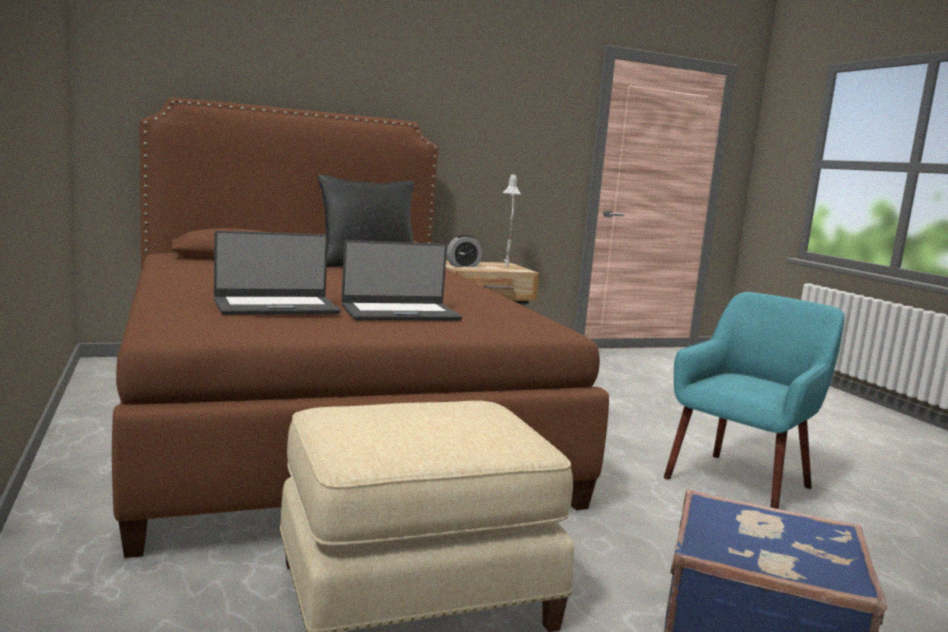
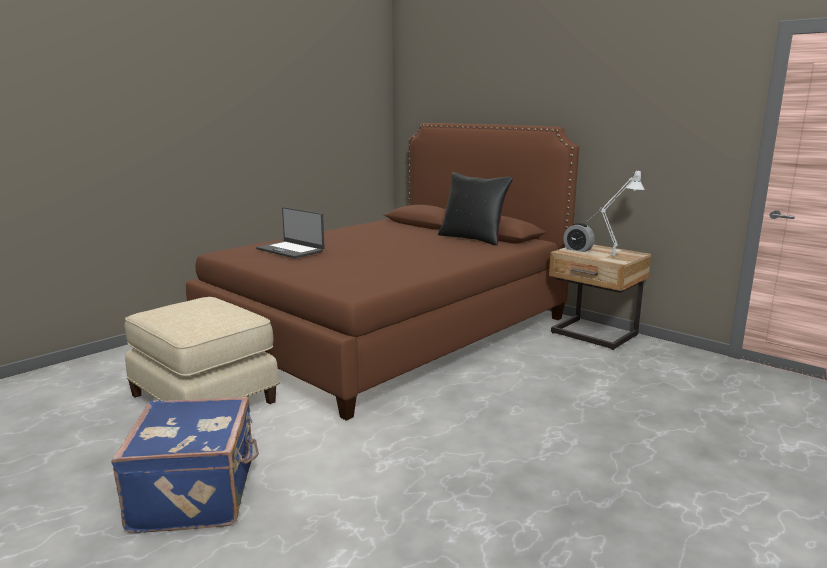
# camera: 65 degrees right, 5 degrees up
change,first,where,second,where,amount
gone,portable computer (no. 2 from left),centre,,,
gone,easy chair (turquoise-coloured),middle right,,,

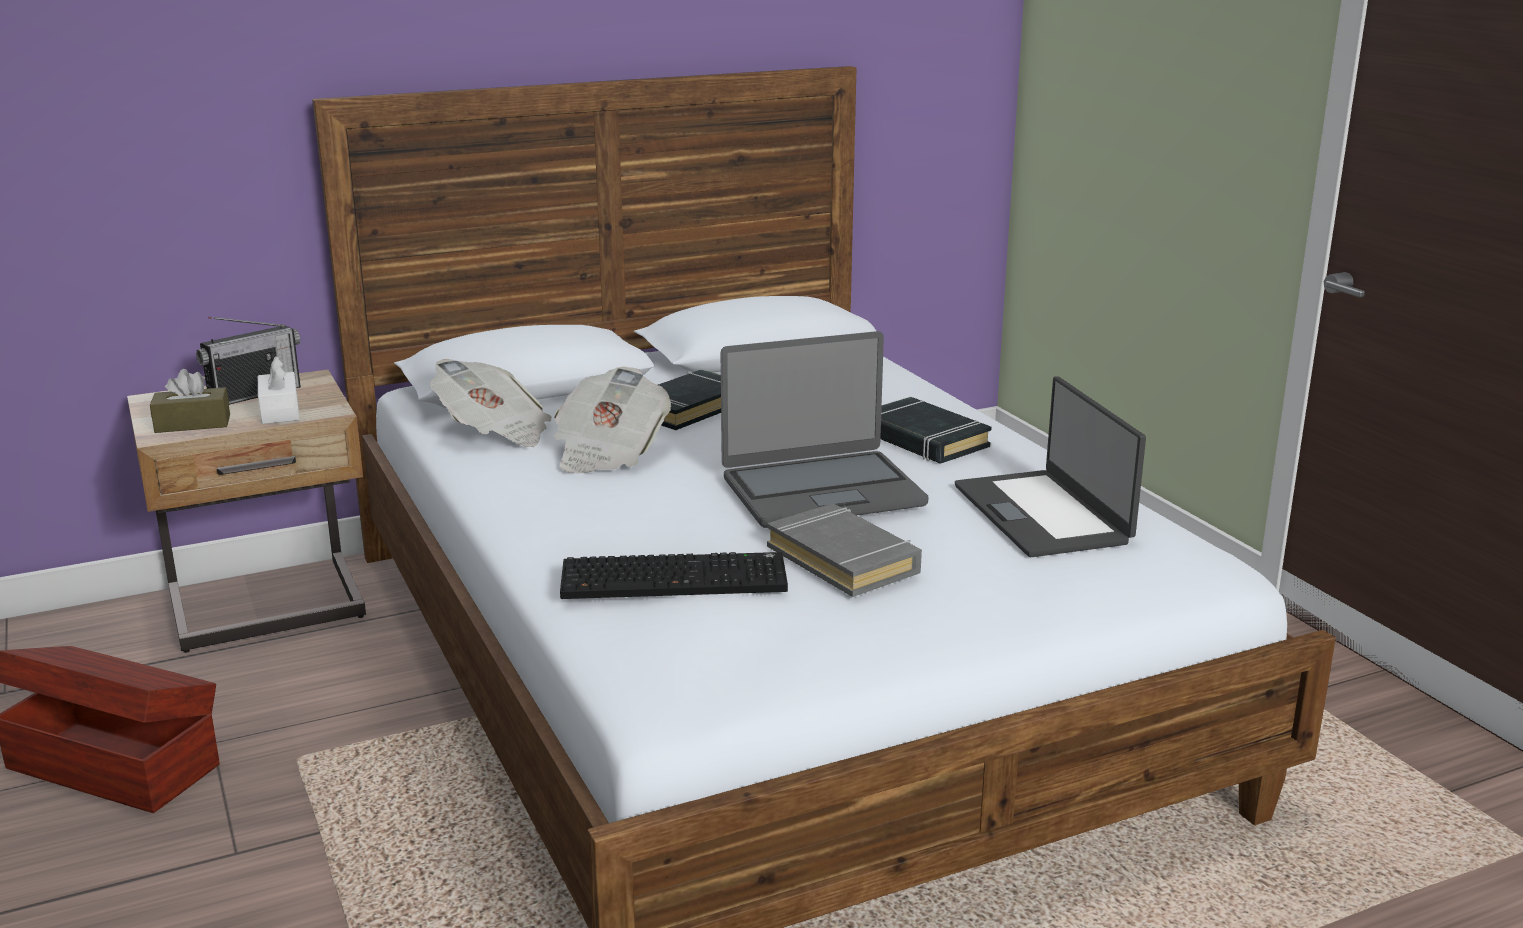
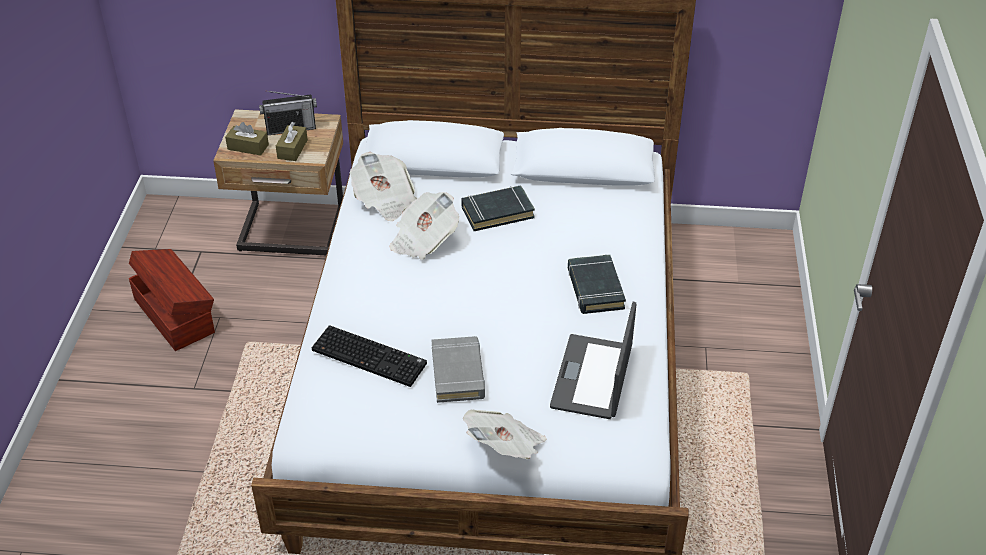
# camera: 30 degrees right, 20 degrees up
change,first,where,second,where,amount
repainted,box of tissues (whitish),middle left,box of tissues (brown) (no. 2 from left),top left,
gone,portable computer (no. 1 from left),centre,,,
new,,,printed paper (no. 3 from left),bottom centre,

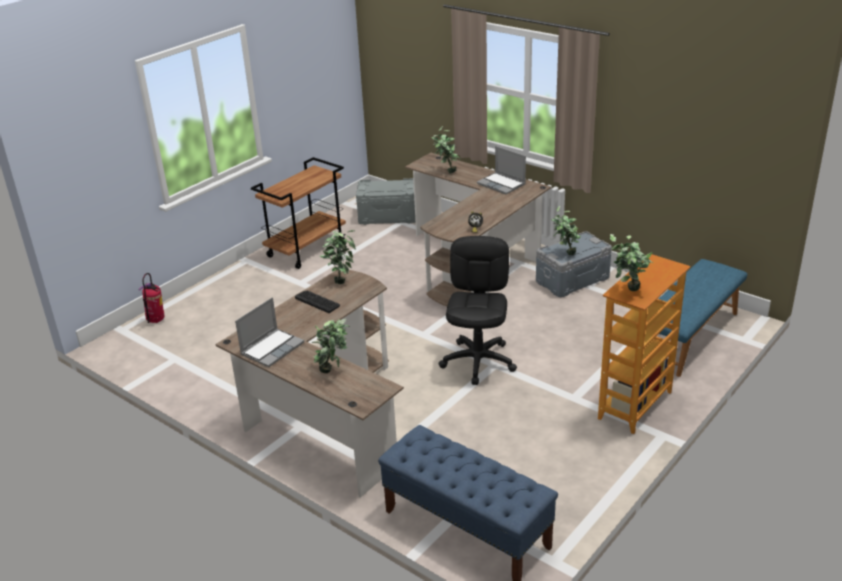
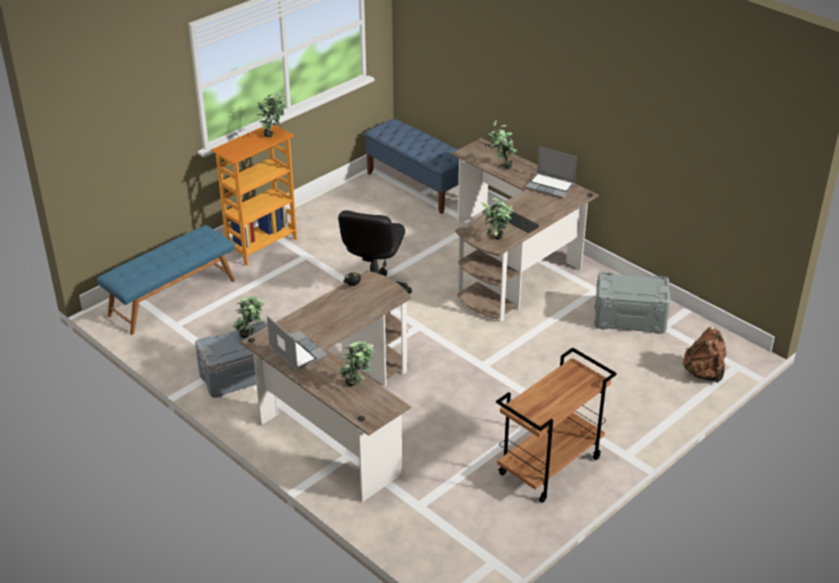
# camera: 175 degrees left, 5 degrees up
change,first,where,second,where,amount
swapped,extinguisher,middle left,backpack (brown),middle right,
rotated,portable computer (no. 1 from left in the first image),middle left,portable computer (no. 2 from left),top centre,105 degrees counterclockwise
shifted,storage box (greyish) (no. 1 from left in the first image),centre,storage box (greyish) (no. 2 from left),middle right,

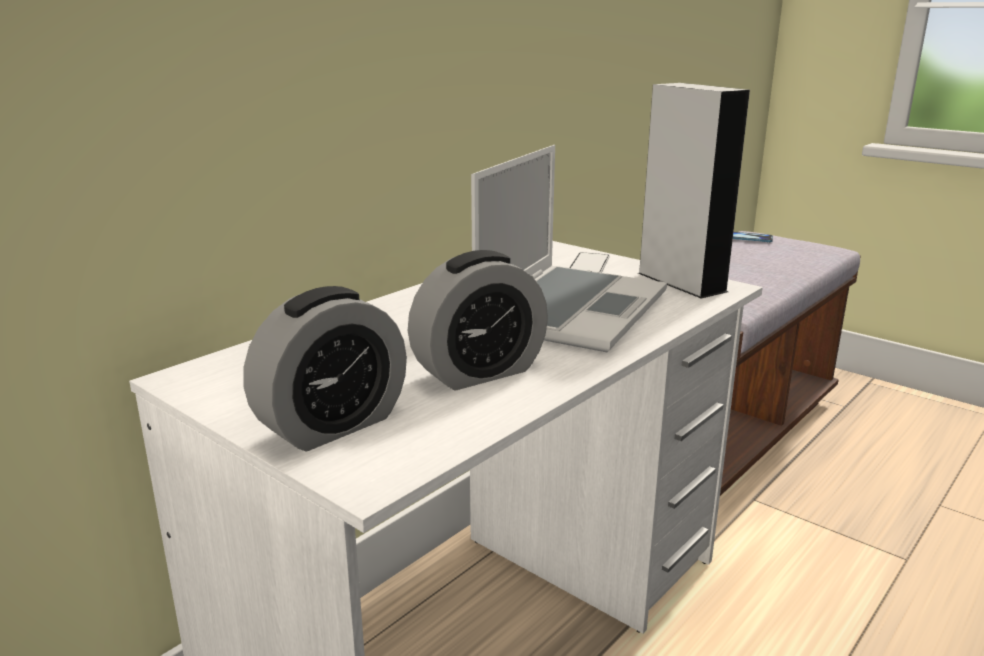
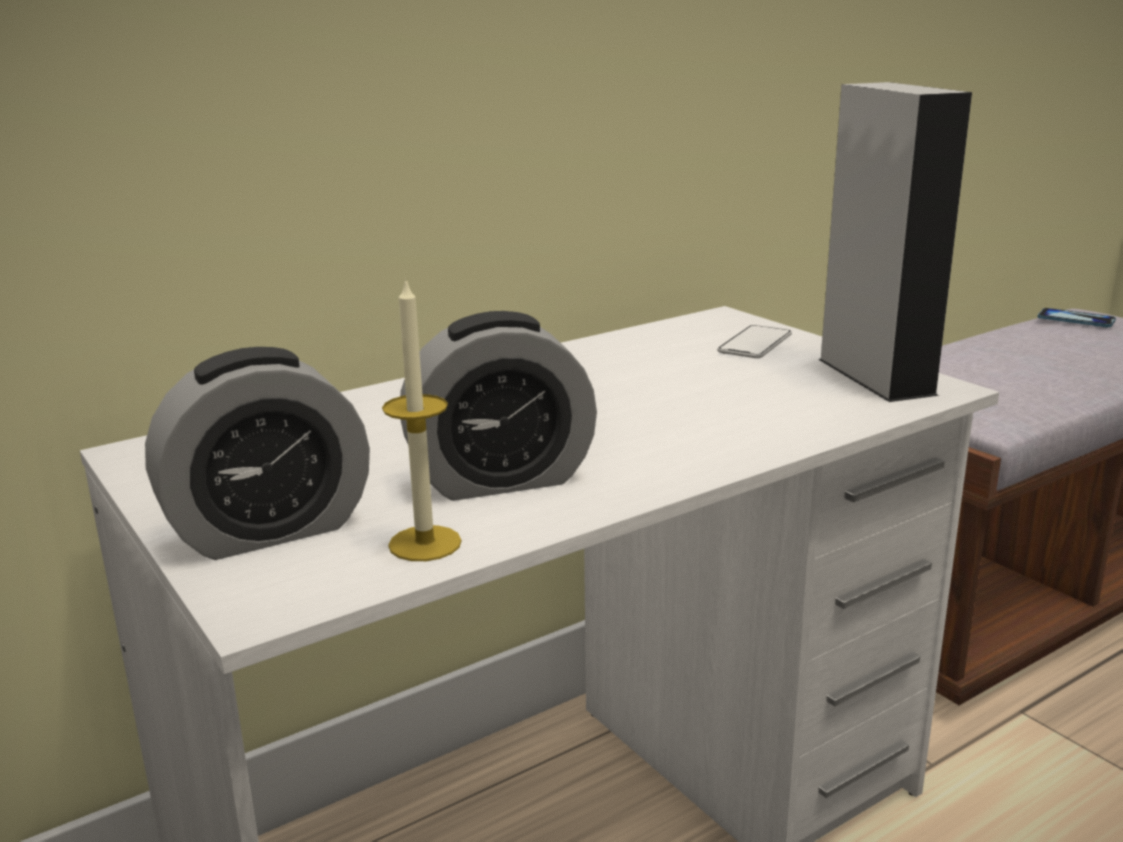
# camera: 15 degrees right, 0 degrees up
change,first,where,second,where,amount
gone,portable computer,centre,,,
new,,,wax candle,centre,

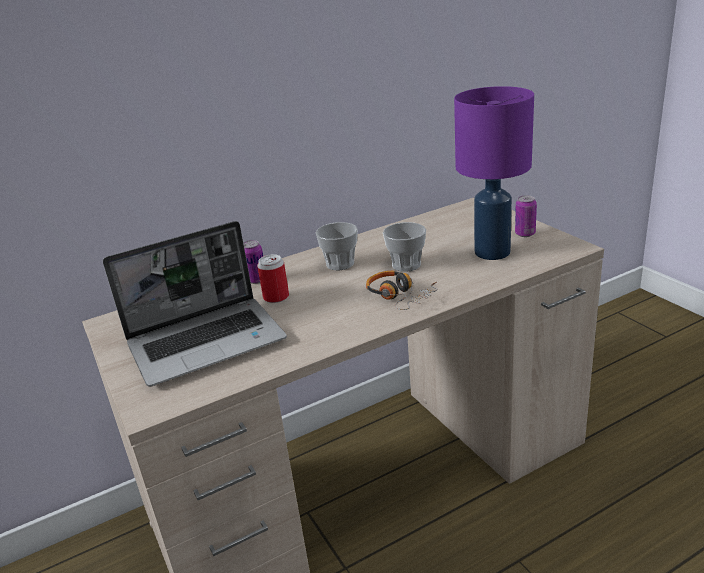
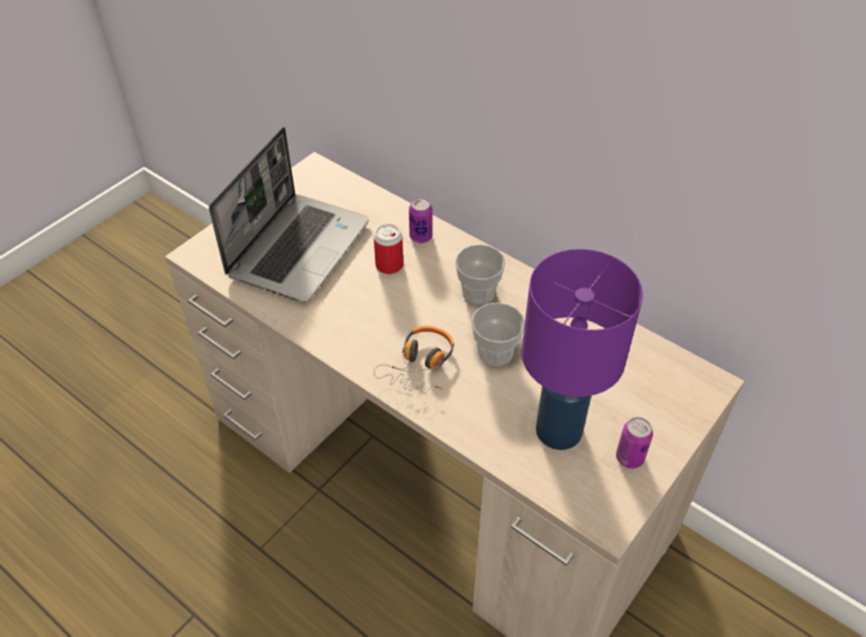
# camera: 65 degrees right, 20 degrees up
change,first,where,second,where,amount
rotated,portable computer,middle left,,centre,105 degrees counterclockwise

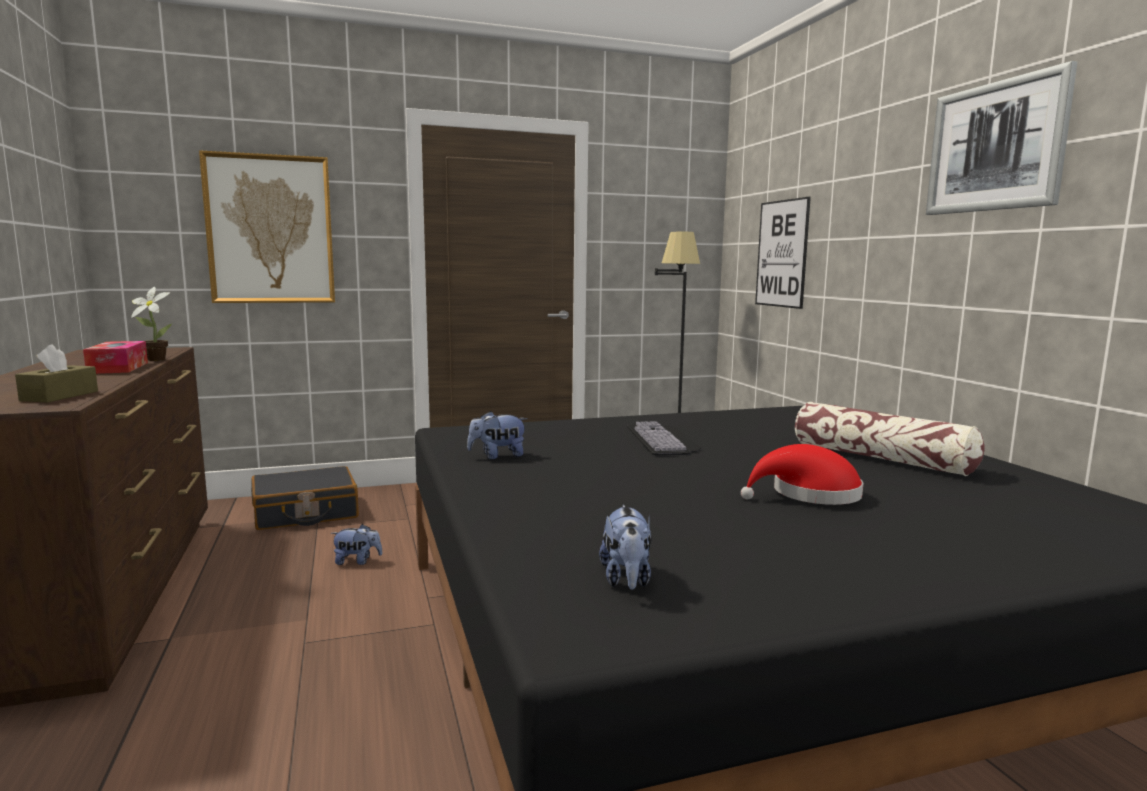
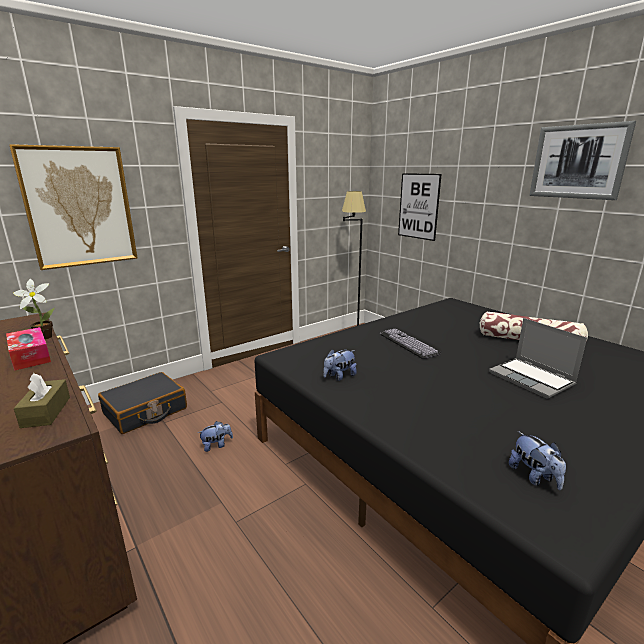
# camera: 20 degrees left, 10 degrees up
change,first,where,second,where,amount
swapped,clothing hat (red),middle right,portable computer,middle right,

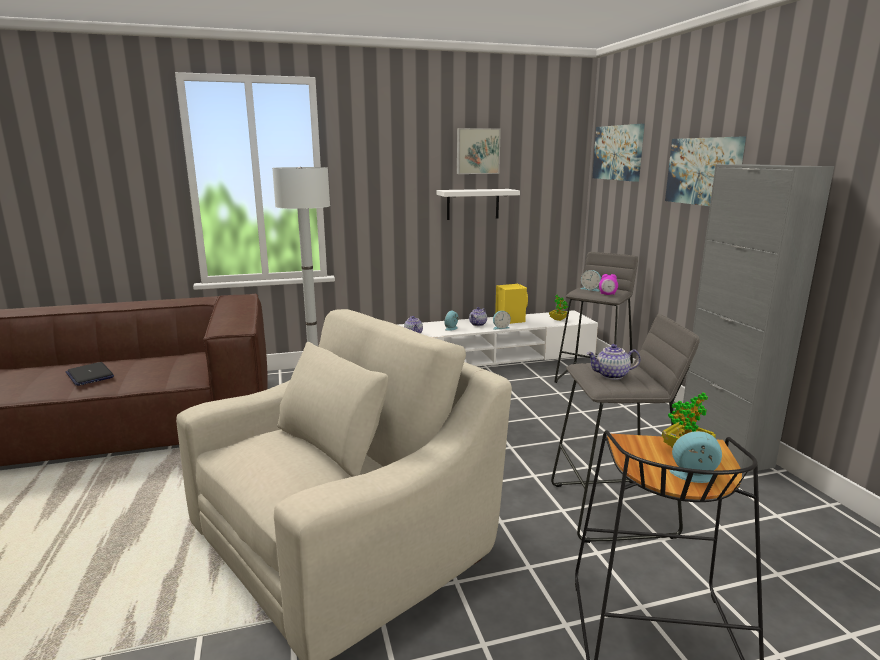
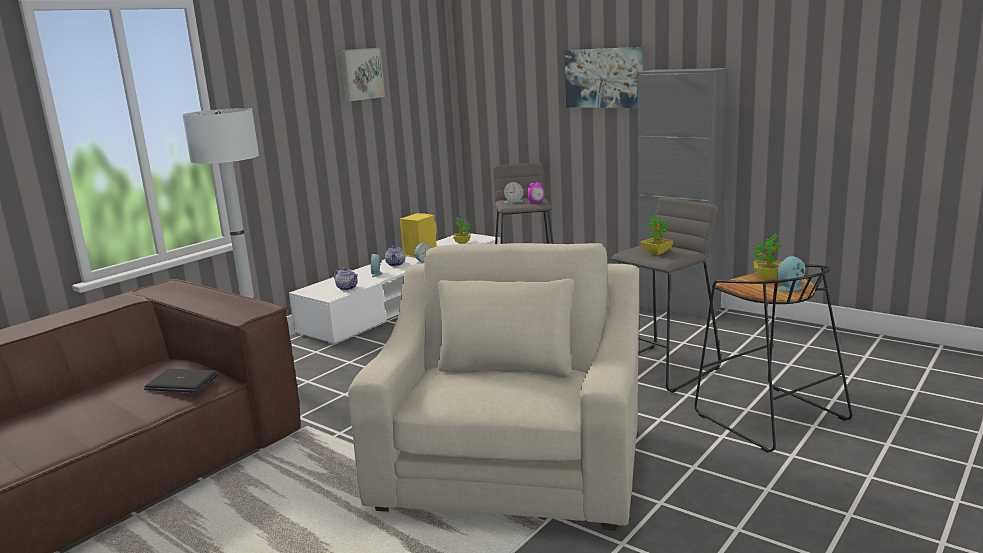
# camera: 35 degrees left, 0 degrees up
change,first,where,second,where,amount
shifted,portable computer,middle left,,bottom left,
gone,shelf (whitish),top centre,,,
swapped,pot for tea (no. 3 from left),middle right,potted plant (no. 2 from left),middle right,
gone,picture (no. 2 from left),top right,,,

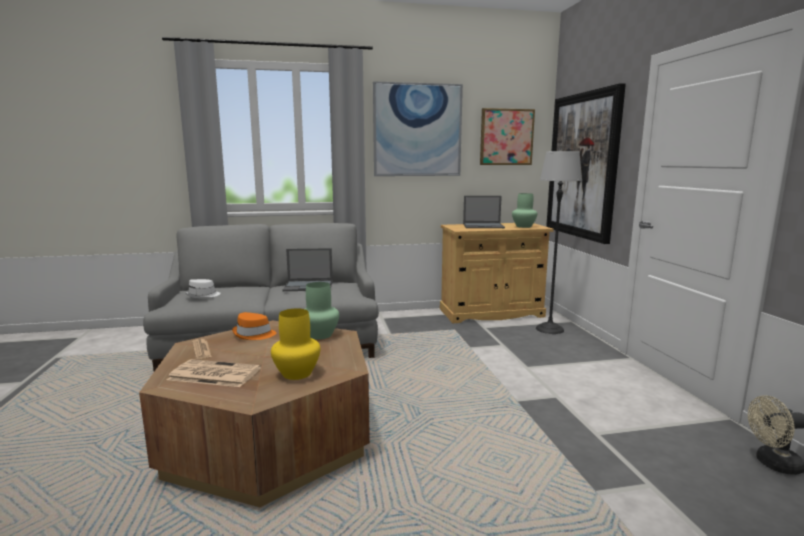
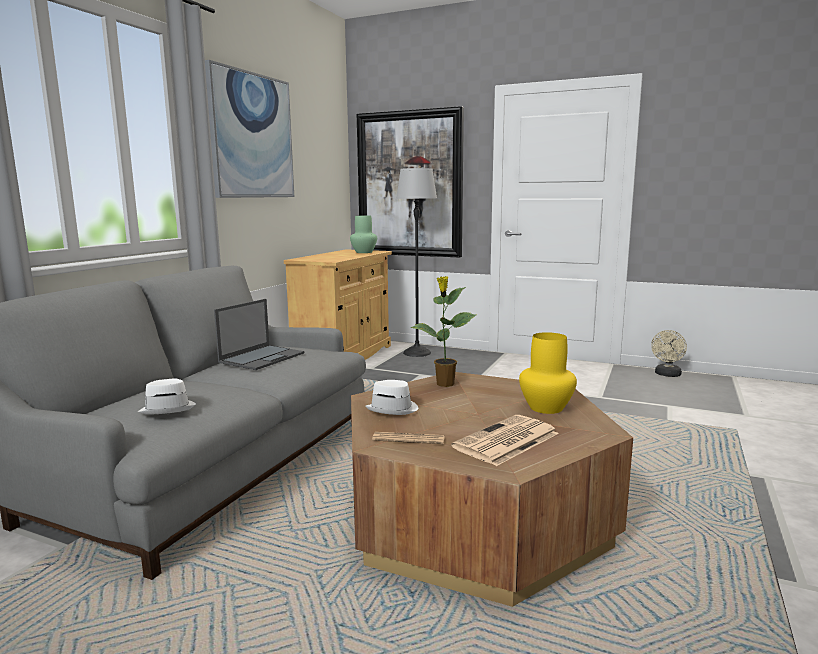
# camera: 55 degrees left, 0 degrees up
change,first,where,second,where,amount
repainted,clothing hat (orangey),middle left,clothing hat (whitish) (no. 2 from left),centre,
swapped,vase (greenish) (no. 1 from left),centre,potted plant,centre,
gone,portable computer (no. 2 from left),centre,,,
gone,picture (no. 2 from left),top centre,,,

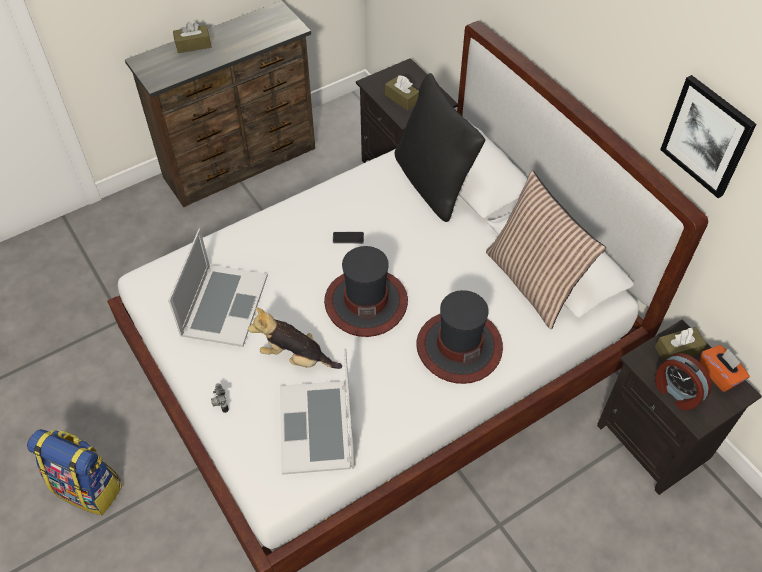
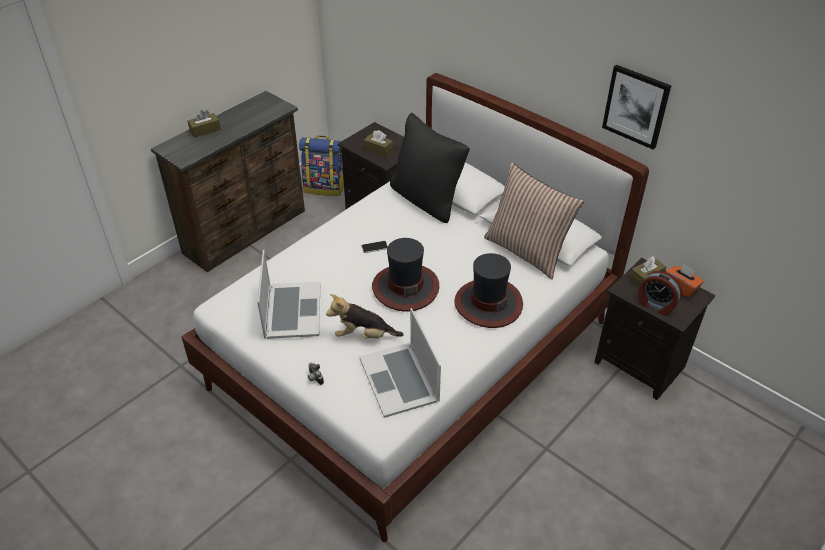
# camera: 15 degrees left, 10 degrees down
change,first,where,second,where,amount
shifted,backpack,bottom left,,top centre,

